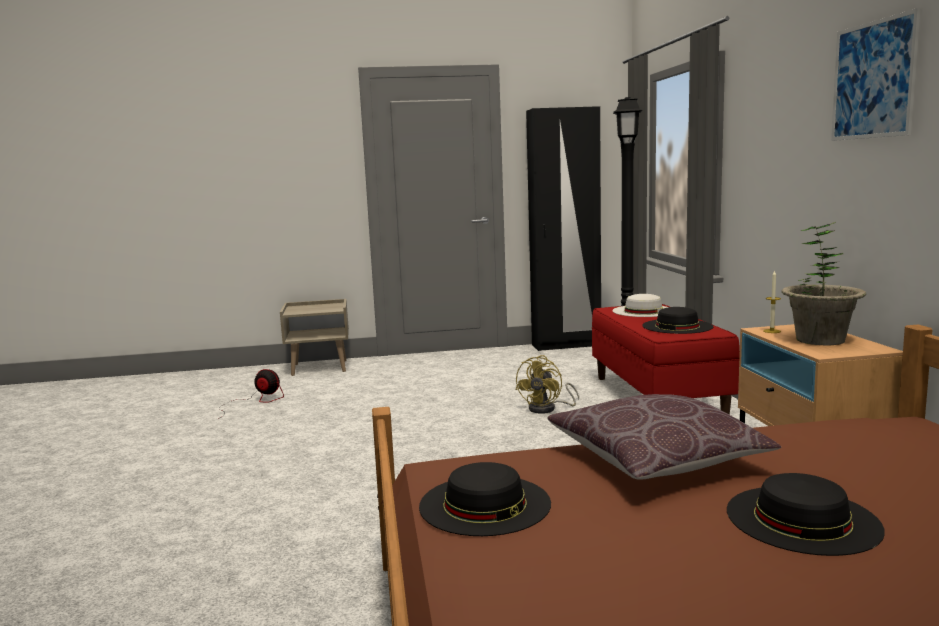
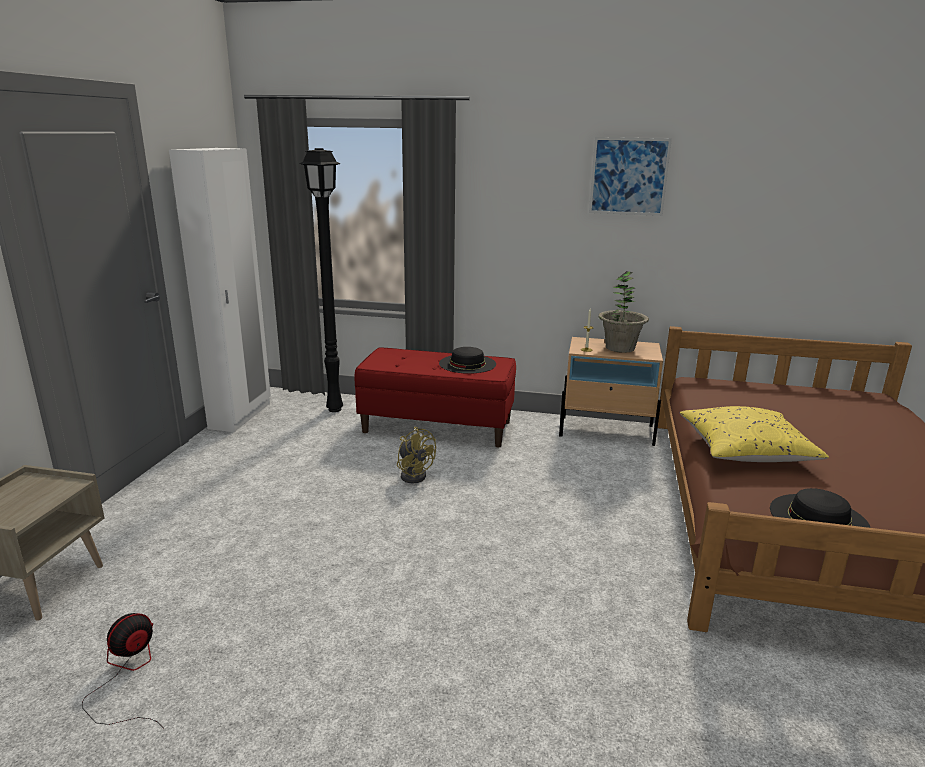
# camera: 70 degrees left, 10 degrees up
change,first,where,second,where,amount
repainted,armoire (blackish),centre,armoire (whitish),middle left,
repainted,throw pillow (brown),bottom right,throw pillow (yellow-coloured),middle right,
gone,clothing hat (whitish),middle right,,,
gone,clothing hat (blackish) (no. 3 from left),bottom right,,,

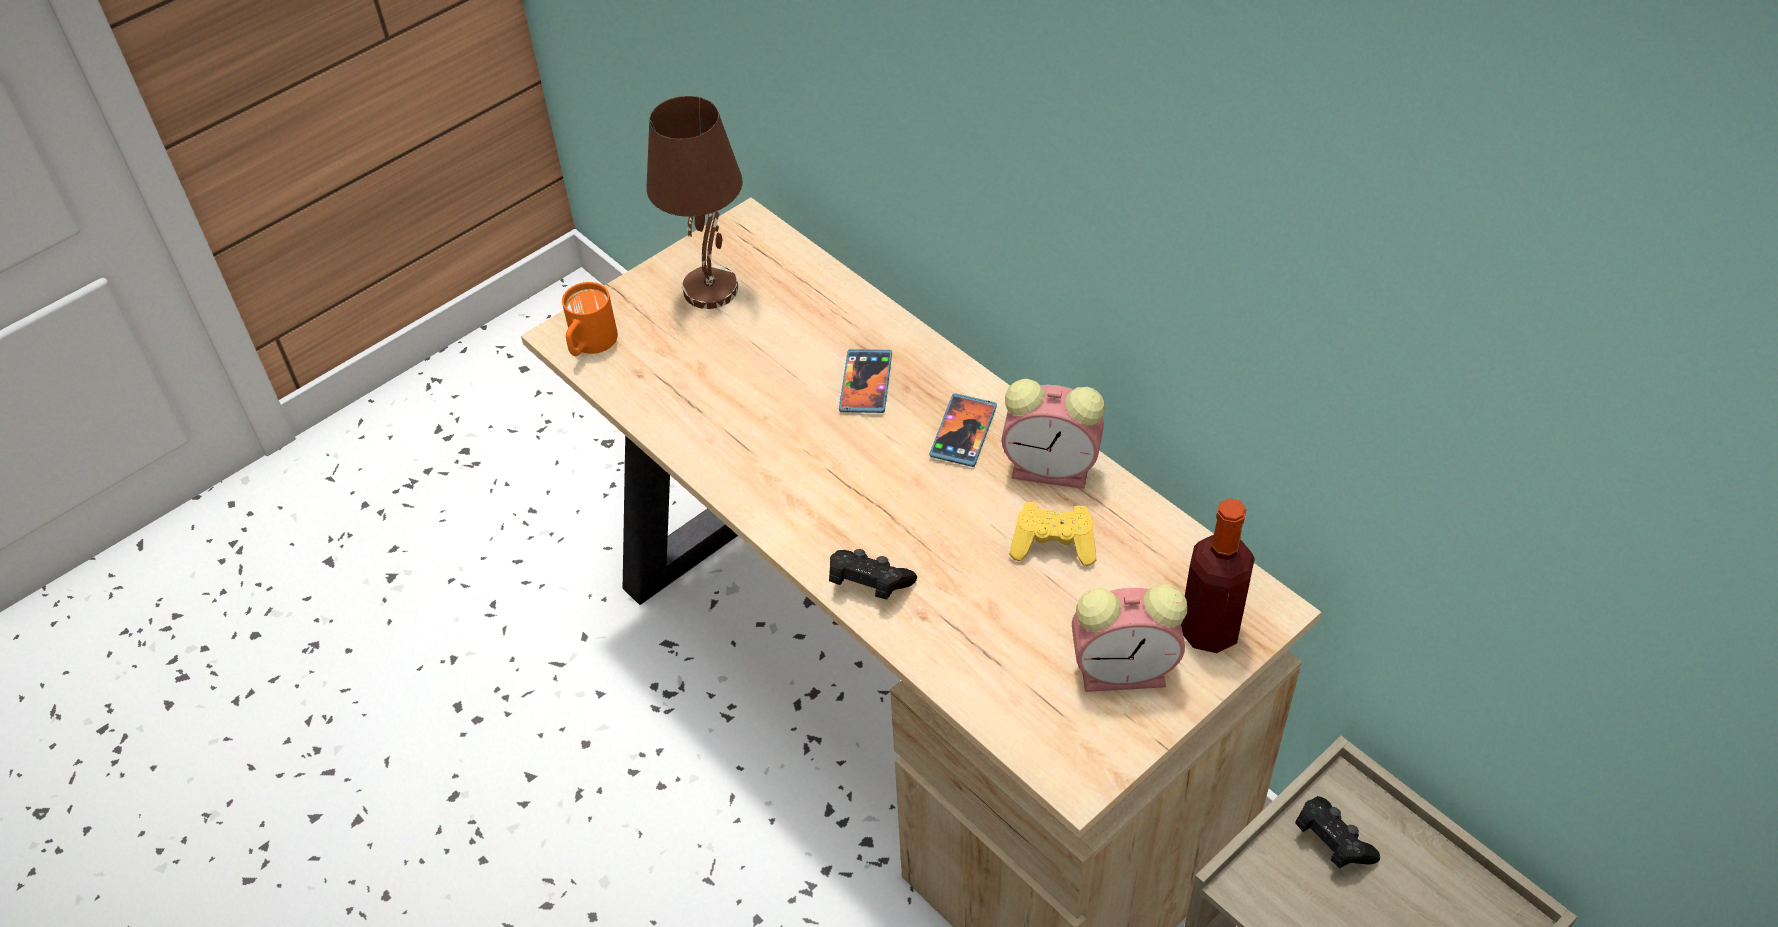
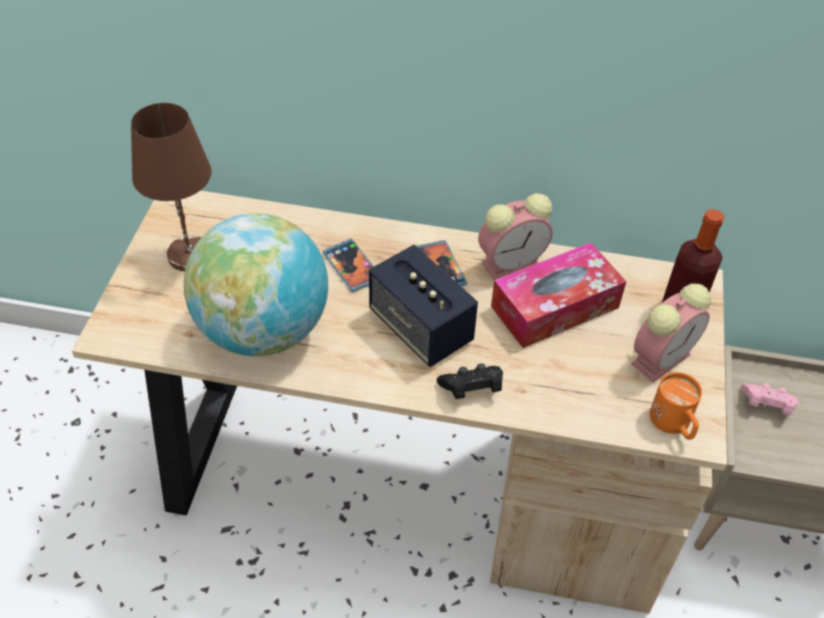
# camera: 40 degrees left, 0 degrees up
change,first,where,second,where,amount
shifted,tea mug (orangey),middle left,,middle right,
swapped,joypad (yellow-coloured),centre,box of tissues,middle right,
repainted,joypad (blackish) (no. 2 from left),bottom right,joypad (pink-coloured),middle right,
new,,,globe,middle left,
new,,,loudspeaker,centre,

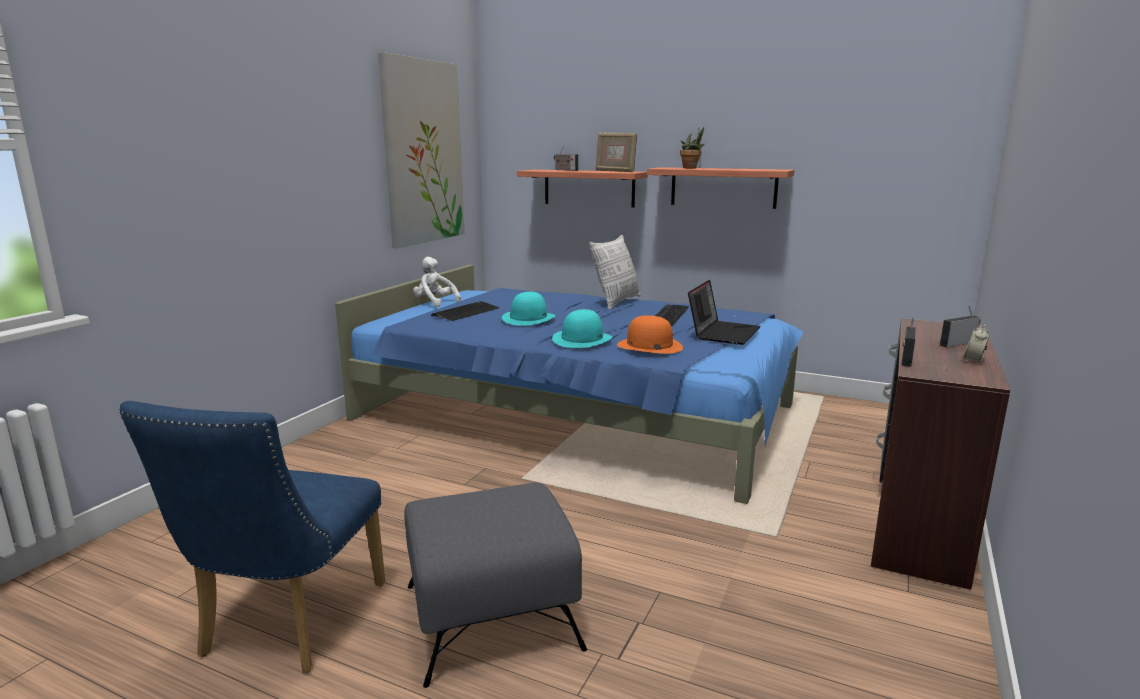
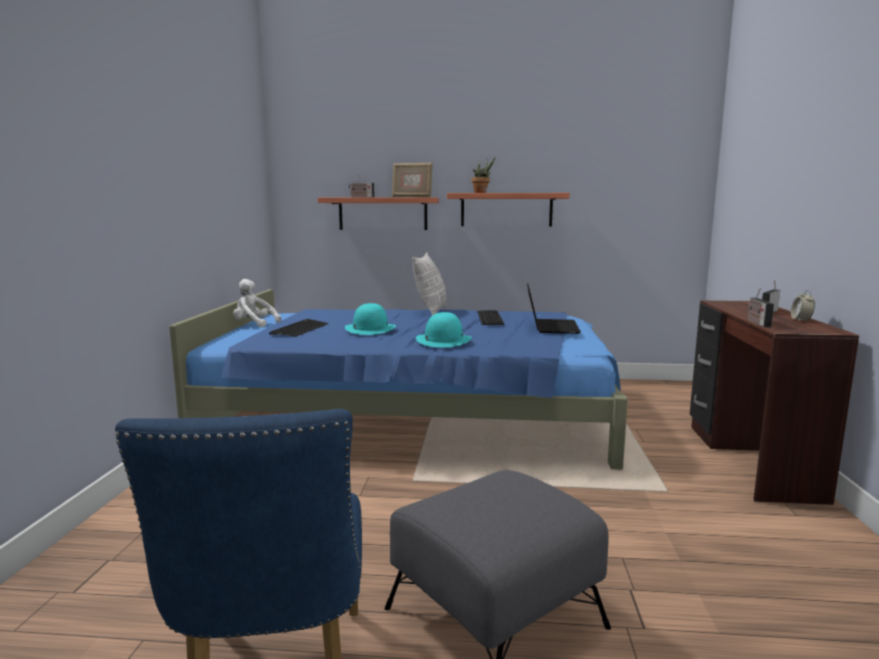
# camera: 20 degrees left, 5 degrees down
change,first,where,second,where,amount
gone,picture,top centre,,,
gone,clothing hat (orangey),centre,,,

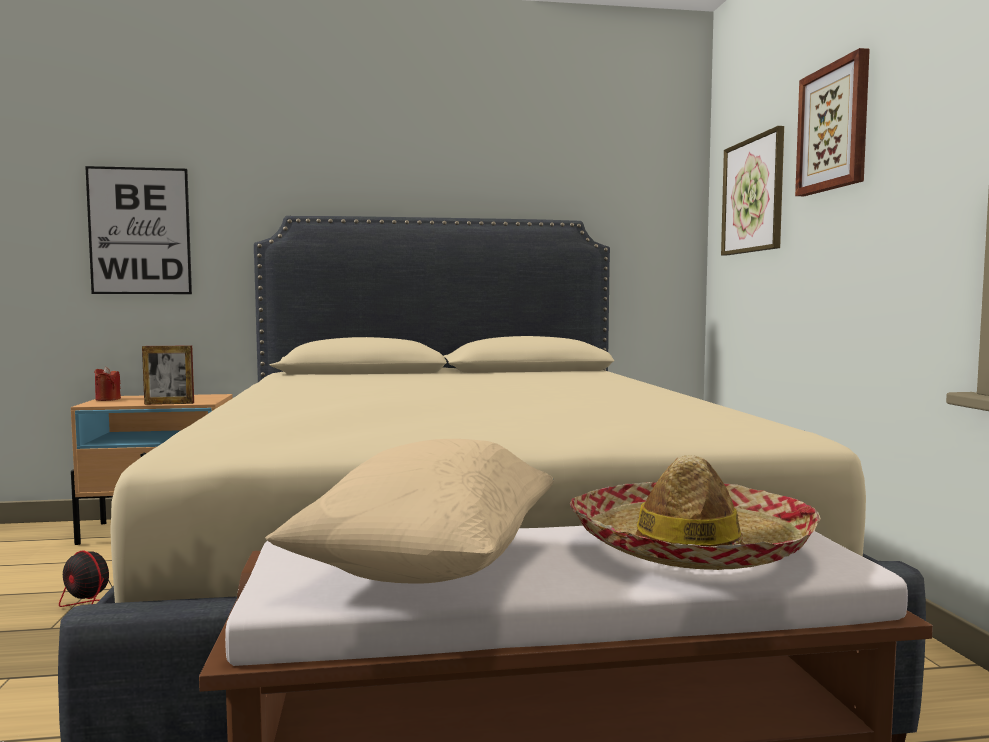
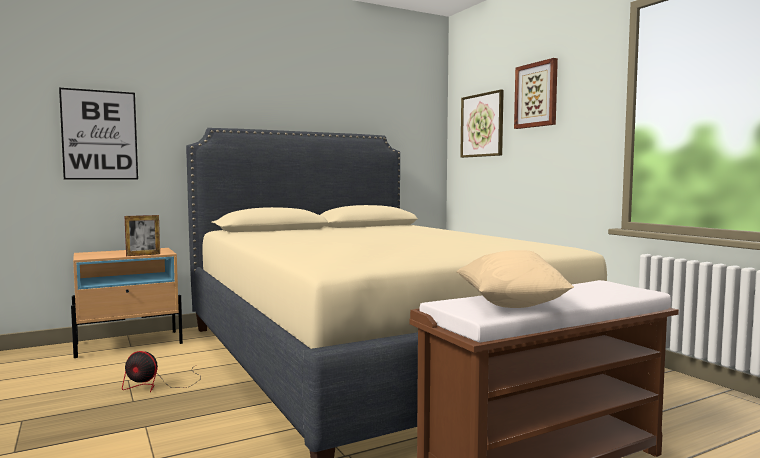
# camera: 20 degrees left, 0 degrees up
change,first,where,second,where,amount
gone,wax candle (red),middle left,,,
gone,clothing hat,bottom right,,,

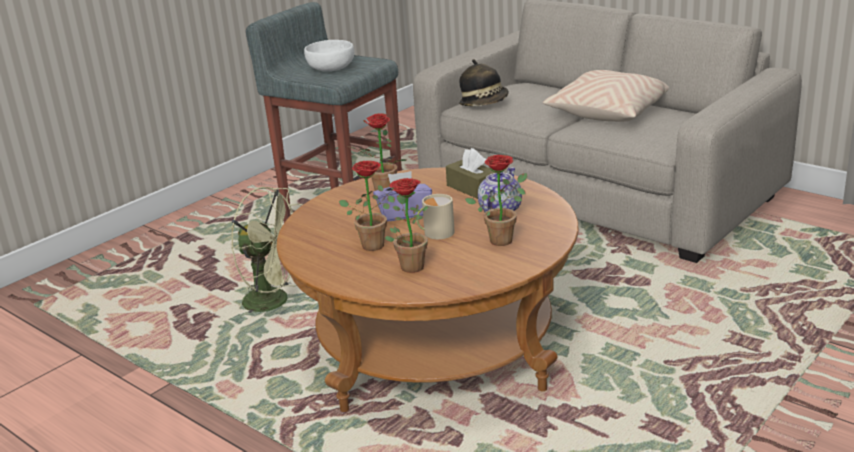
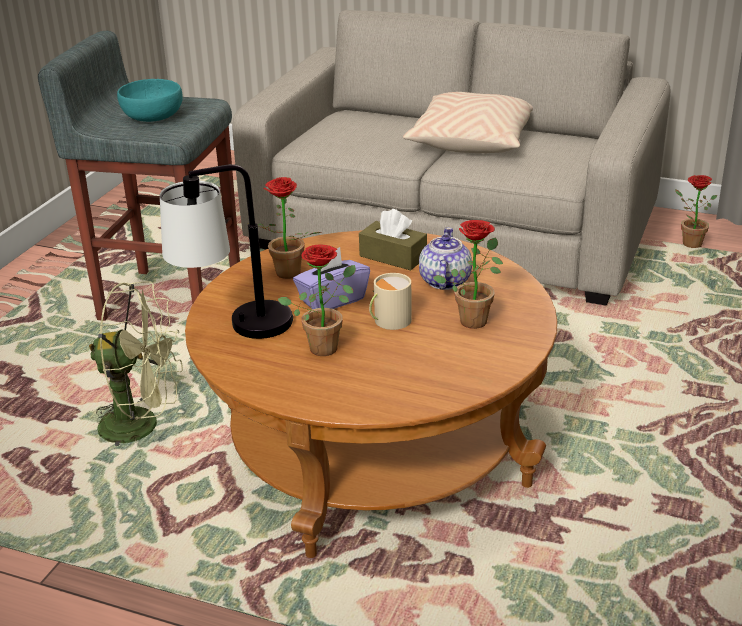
# camera: 20 degrees left, 5 degrees up
change,first,where,second,where,amount
repainted,serving bowl (whitish),top centre,serving bowl (turquoise-coloured),top left,
shifted,potted plant (no. 3 from left in the first image),centre,potted plant (no. 4 from left),middle right,
gone,clothing hat,top centre,,,
new,,,tabletop lamp,middle left,

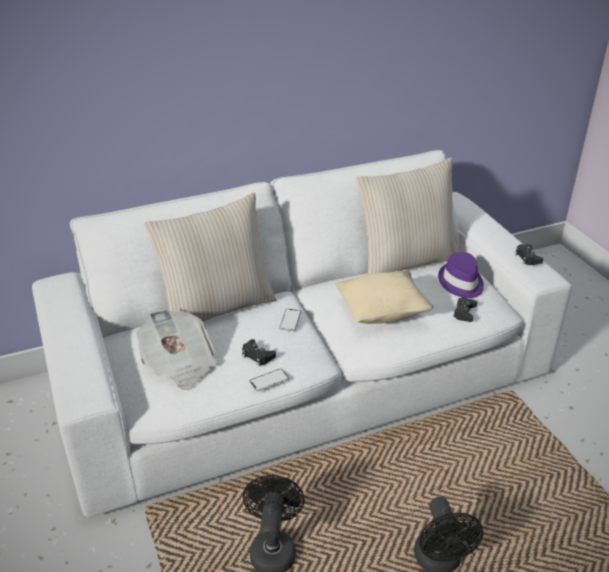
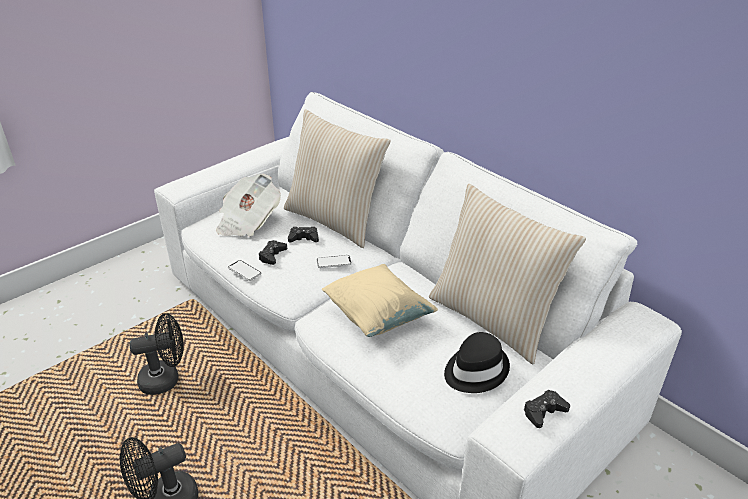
# camera: 70 degrees right, 0 degrees up
change,first,where,second,where,amount
repainted,clothing hat (purple-coloured),middle right,clothing hat (blackish),bottom centre,
shifted,joypad (blackish) (no. 2 from left),middle right,,centre,

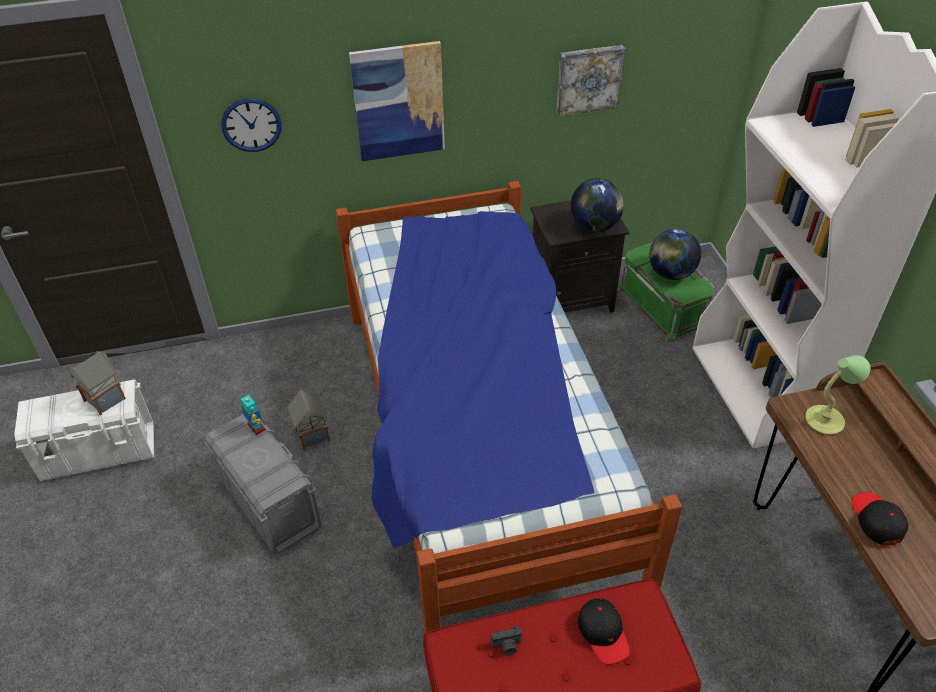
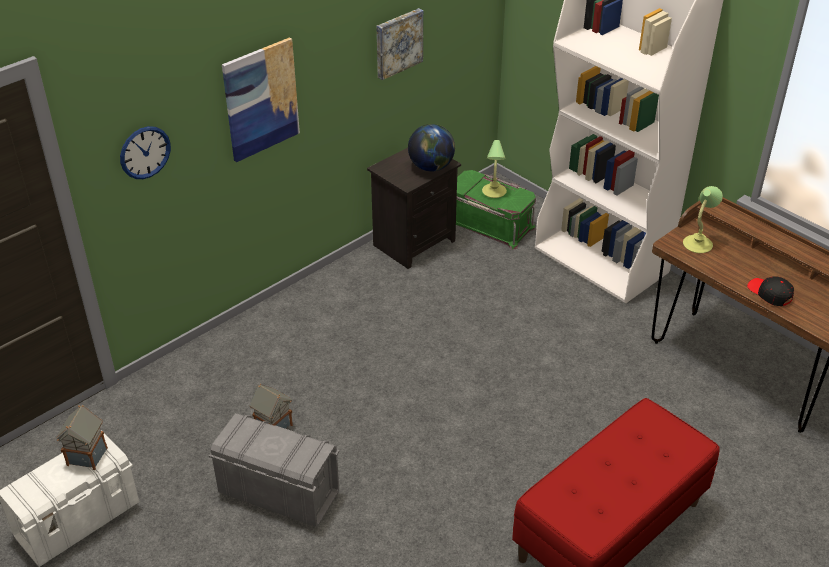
# camera: 30 degrees left, 5 degrees down
change,first,where,second,where,amount
gone,model robot,middle left,,,
gone,sleeping bed,centre,,,
gone,still camera,bottom centre,,,
gone,baseball cap (blackish) (no. 1 from left),bottom centre,,,
swapped,globe (no. 2 from left),middle right,tabletop lamp (no. 1 from left),top centre,

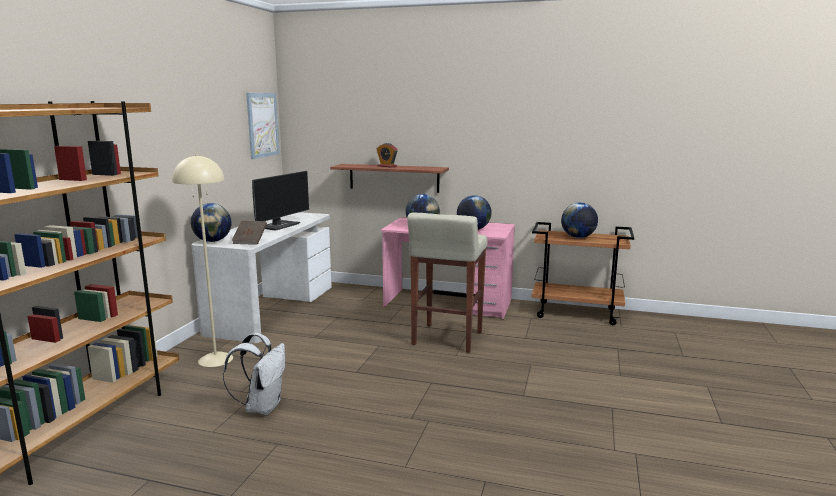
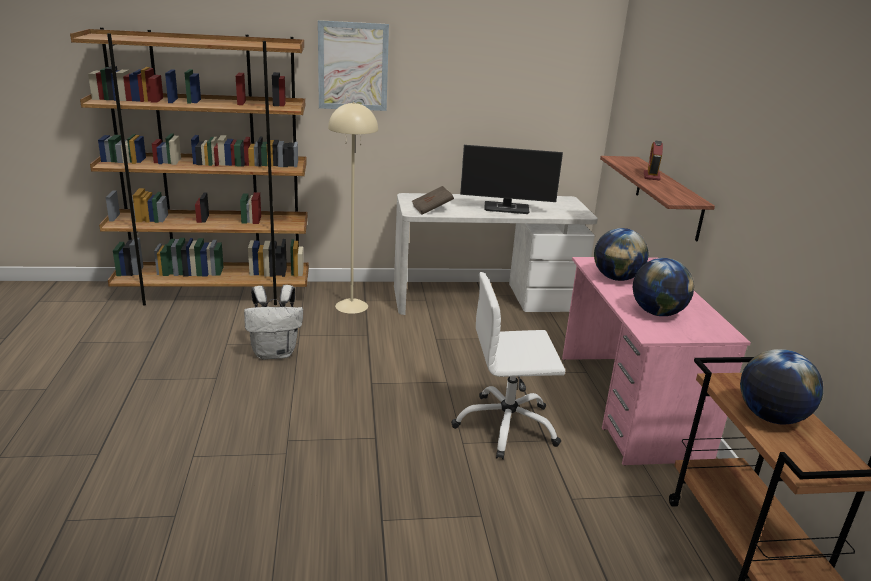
# camera: 65 degrees right, 10 degrees up
change,first,where,second,where,amount
gone,globe (no. 1 from left),middle left,,,
shifted,picture,top left,,top centre,
swapped,sitting stool (beige),centre,computer chair (whitish),centre,

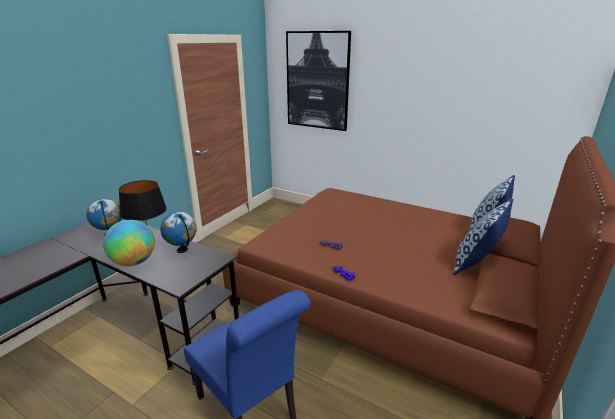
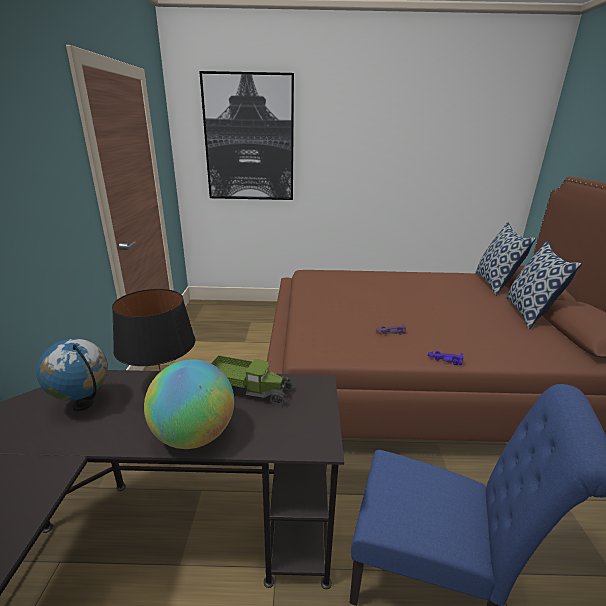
# camera: 30 degrees left, 0 degrees up
change,first,where,second,where,amount
swapped,globe (no. 3 from left),middle left,toy lorry,centre,

